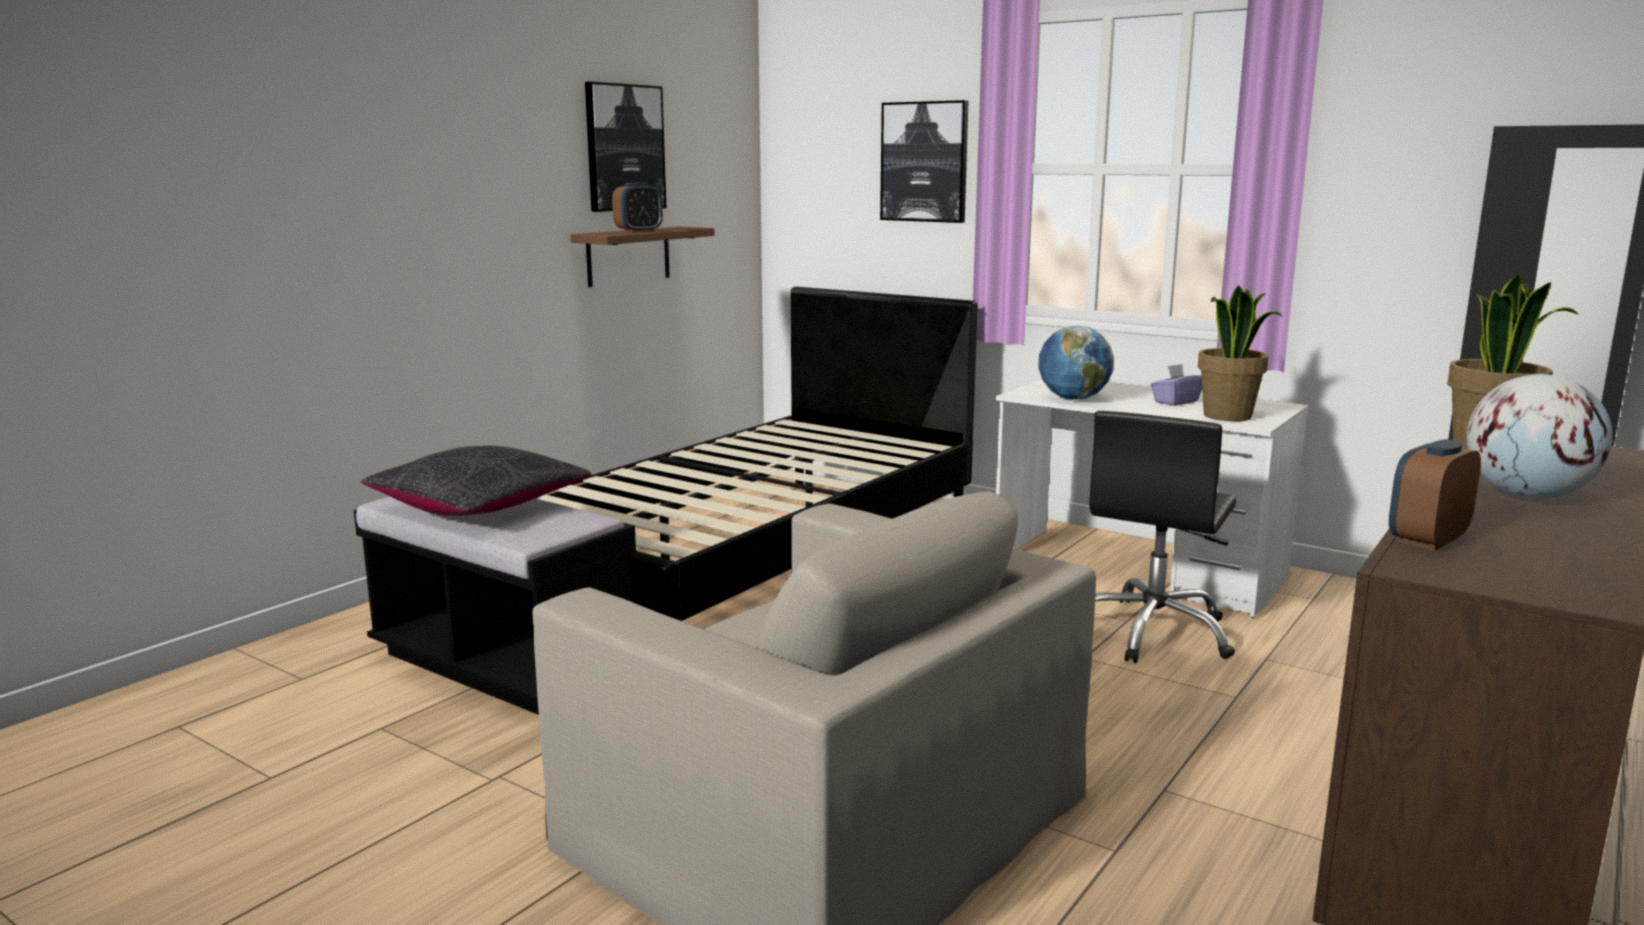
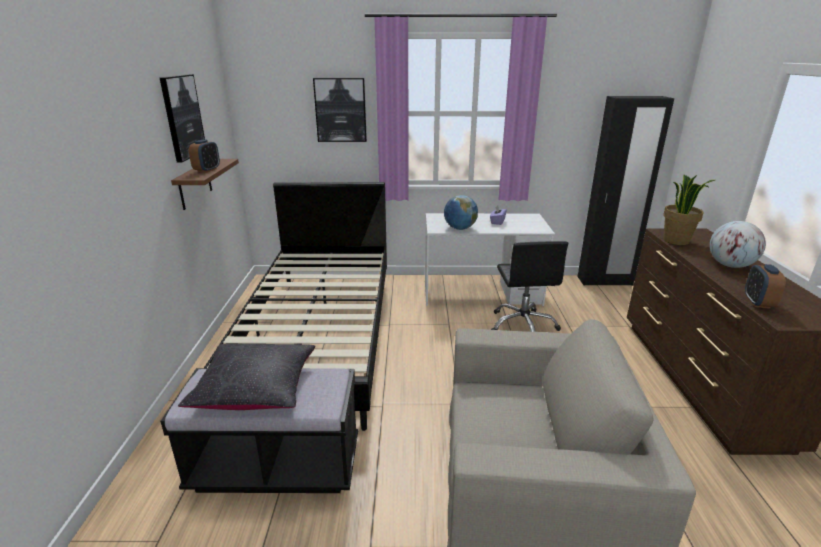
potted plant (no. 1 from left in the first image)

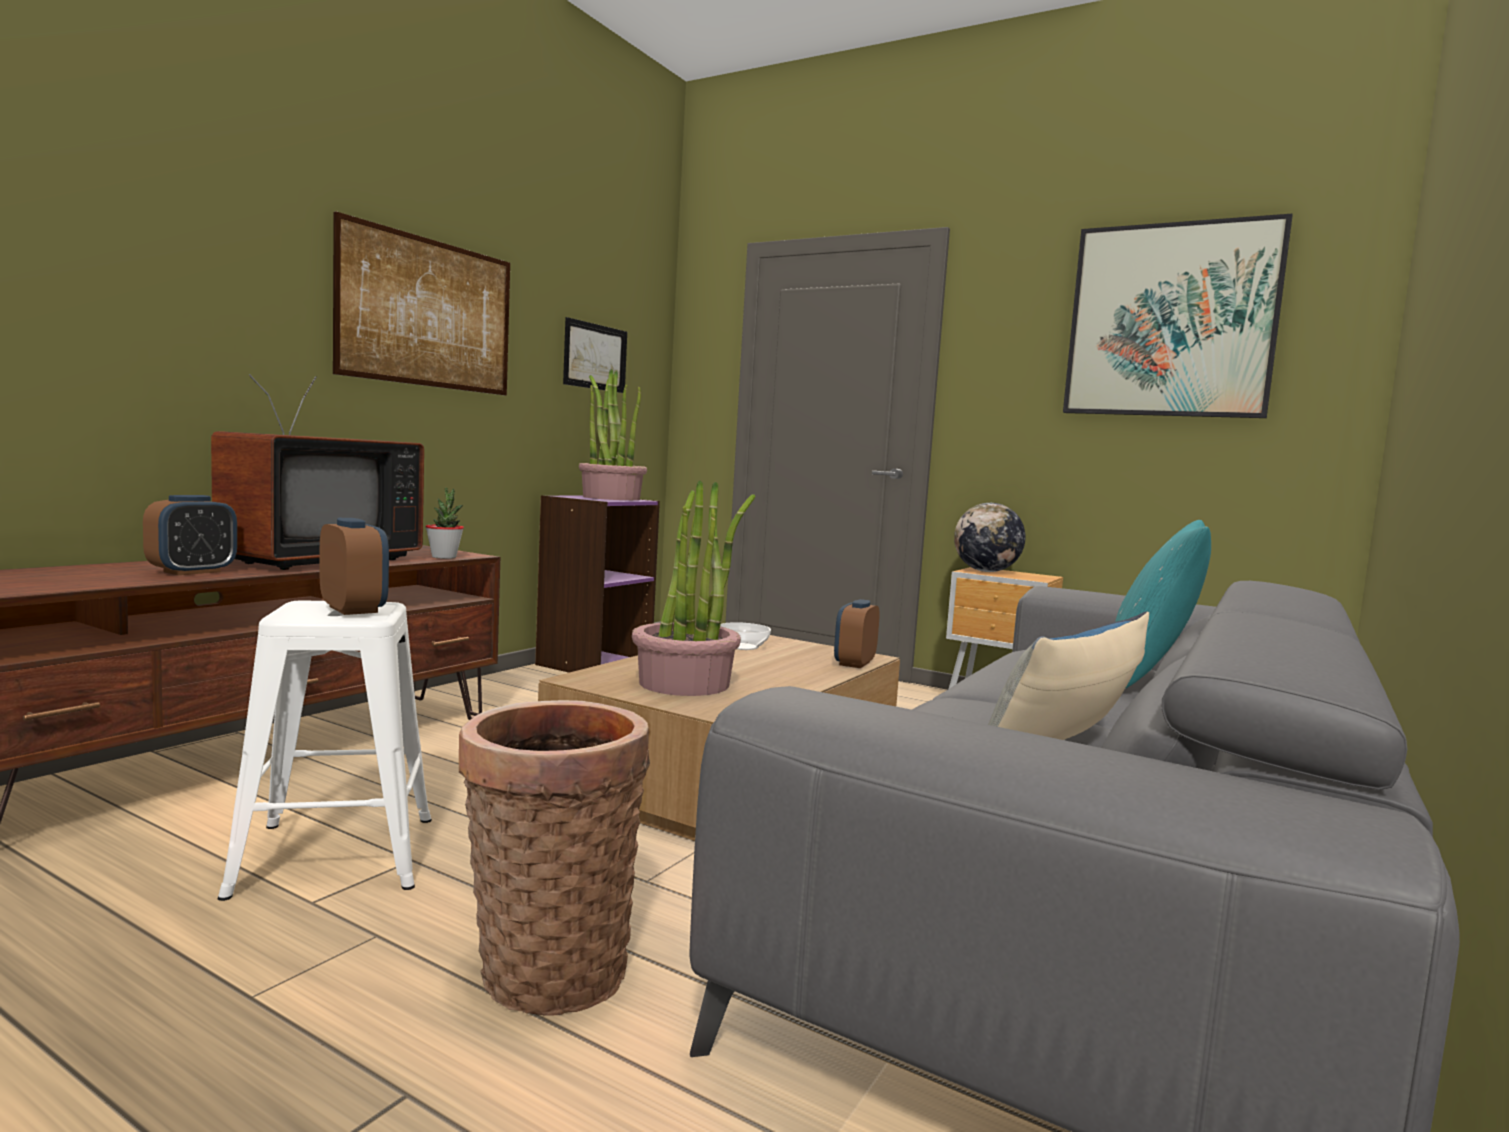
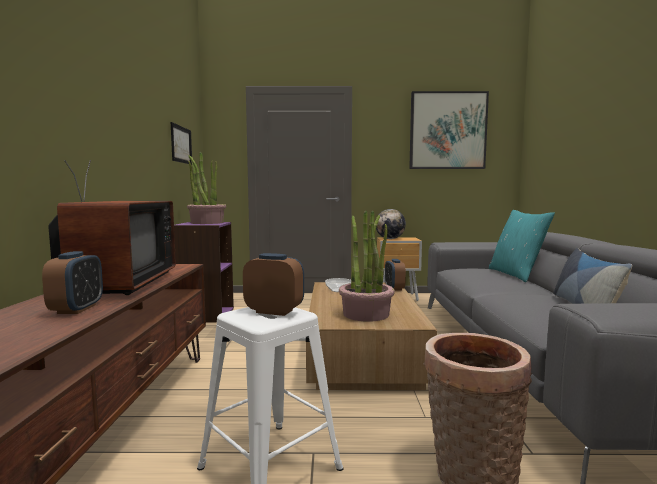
picture (no. 1 from left in the first image); potted plant (no. 1 from left in the first image)

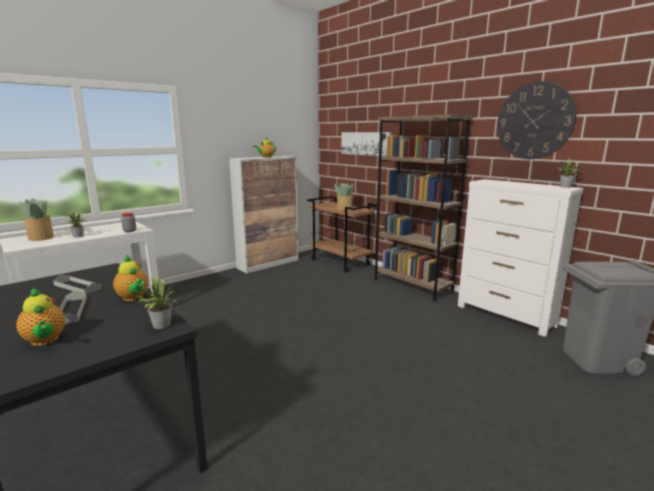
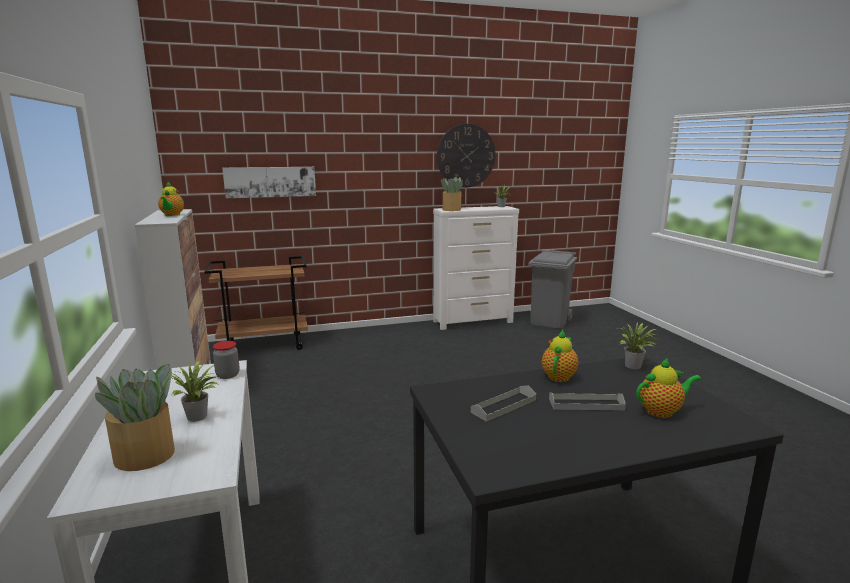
potted plant (no. 3 from left); teapot (no. 2 from left); brown shelving unit

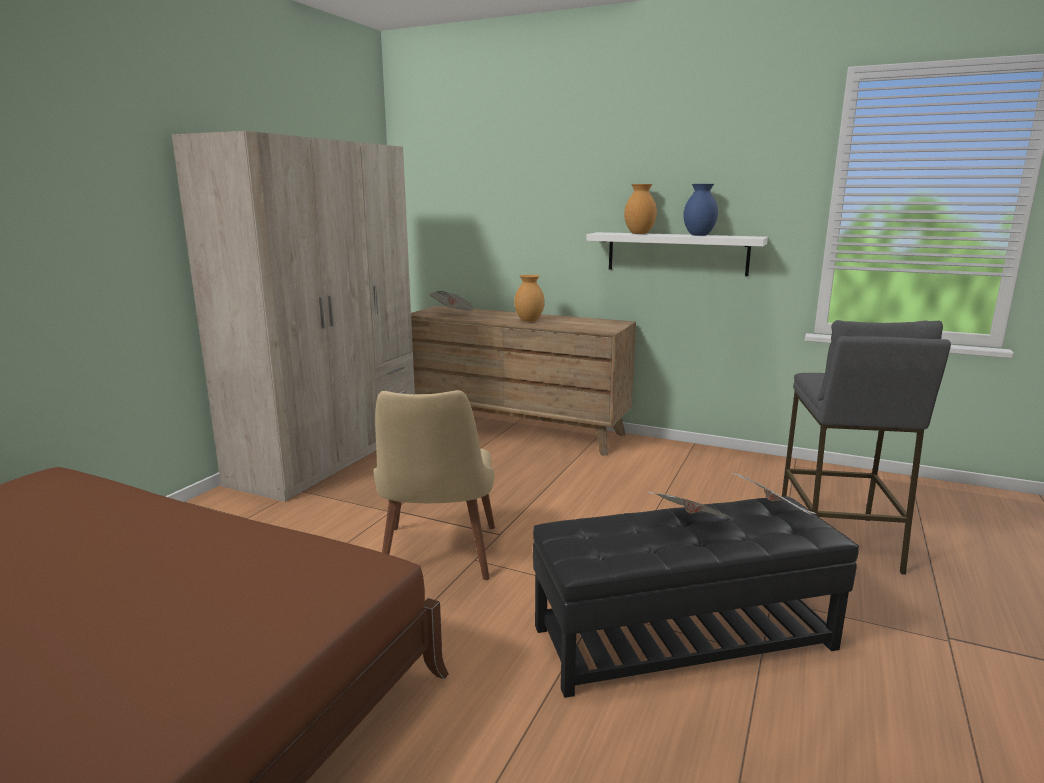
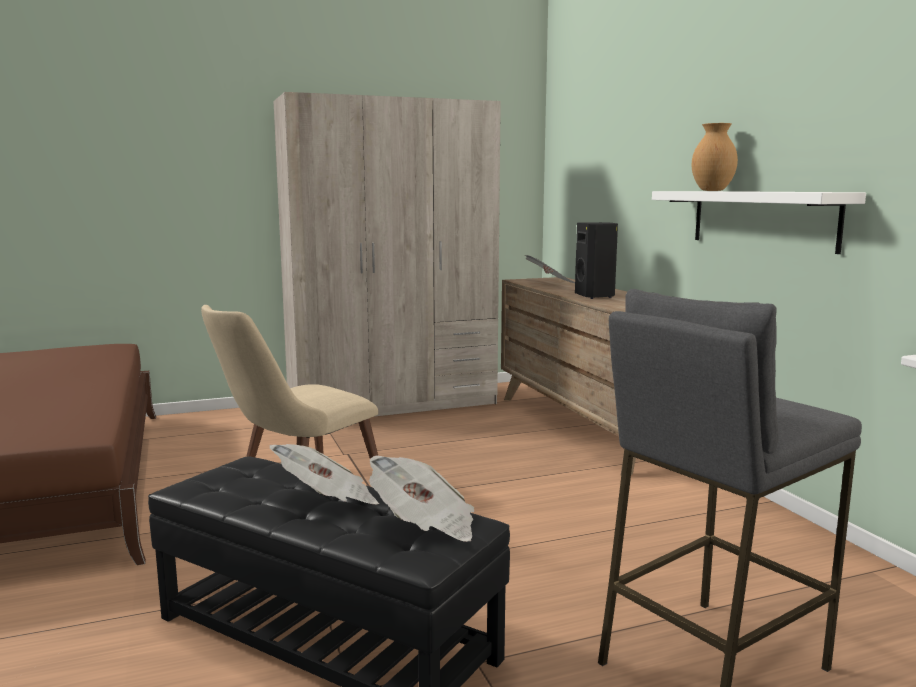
blackish audio speaker; bluish decorative vase

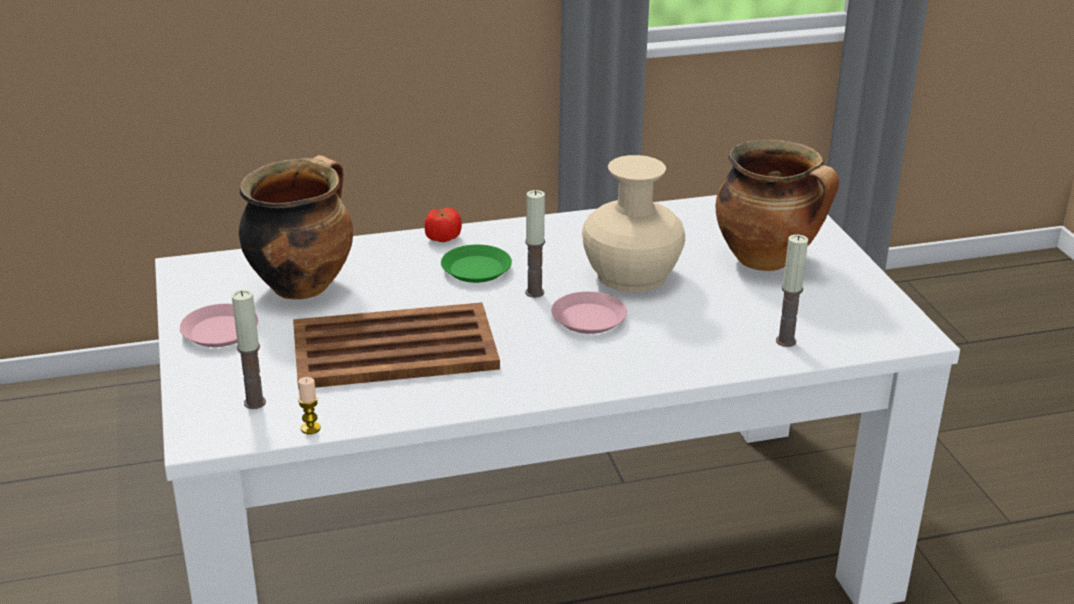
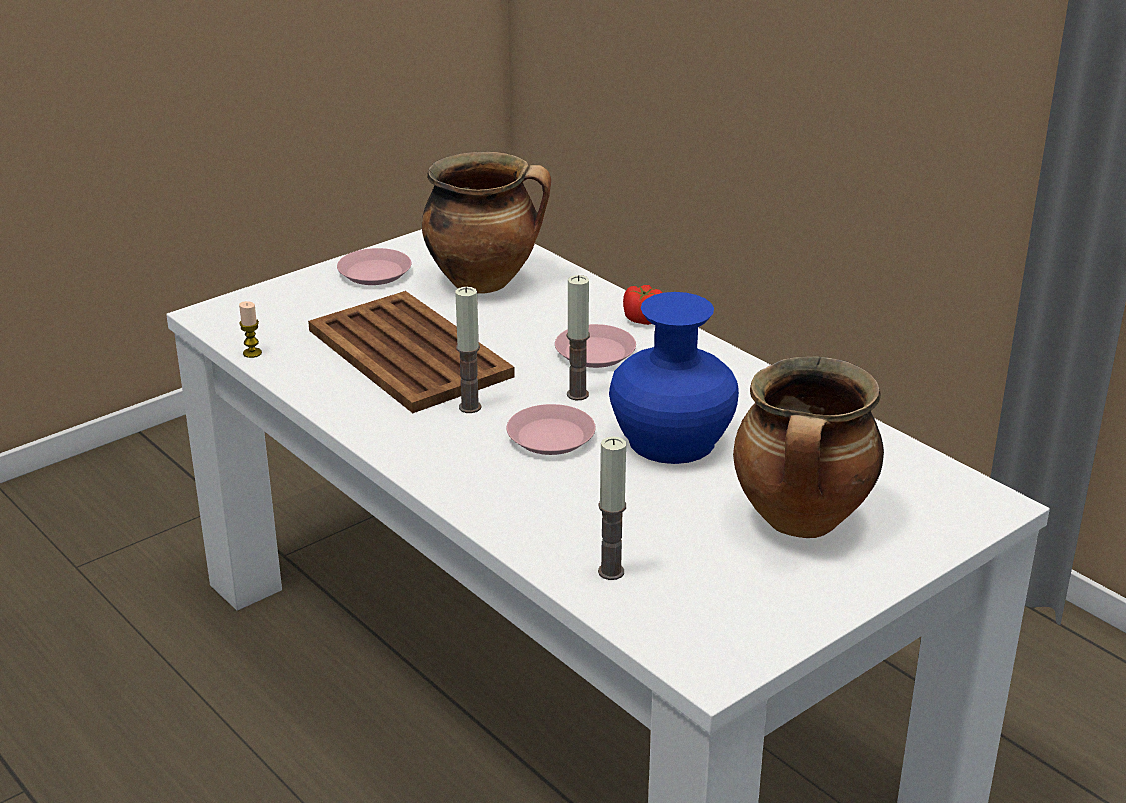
wax candle (no. 2 from left); pink-coloured dinner plate (no. 3 from left); bluish decorative vase

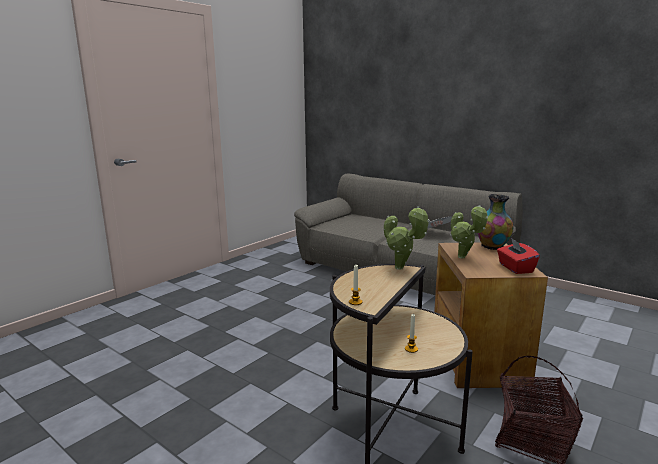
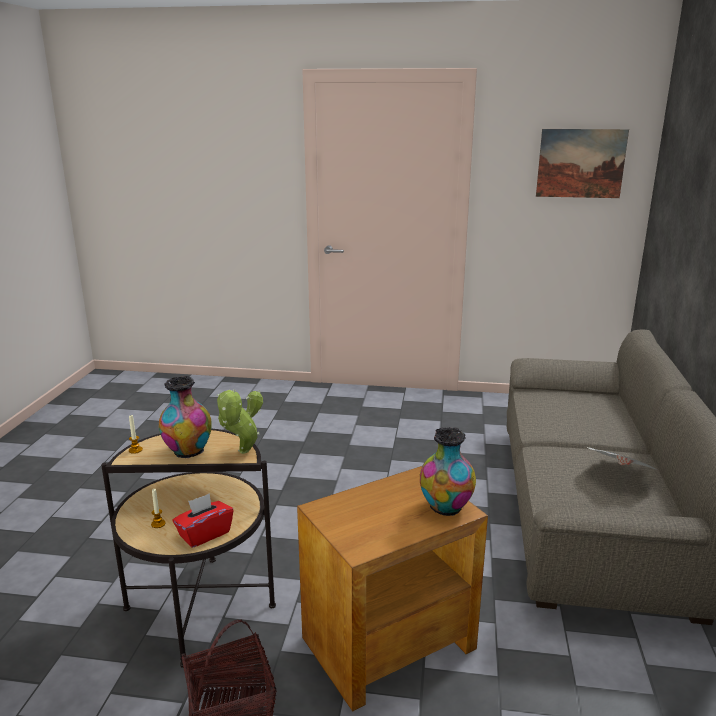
decorative vase (no. 1 from left); red tissue box; picture; potted plant (no. 2 from left in the first image)

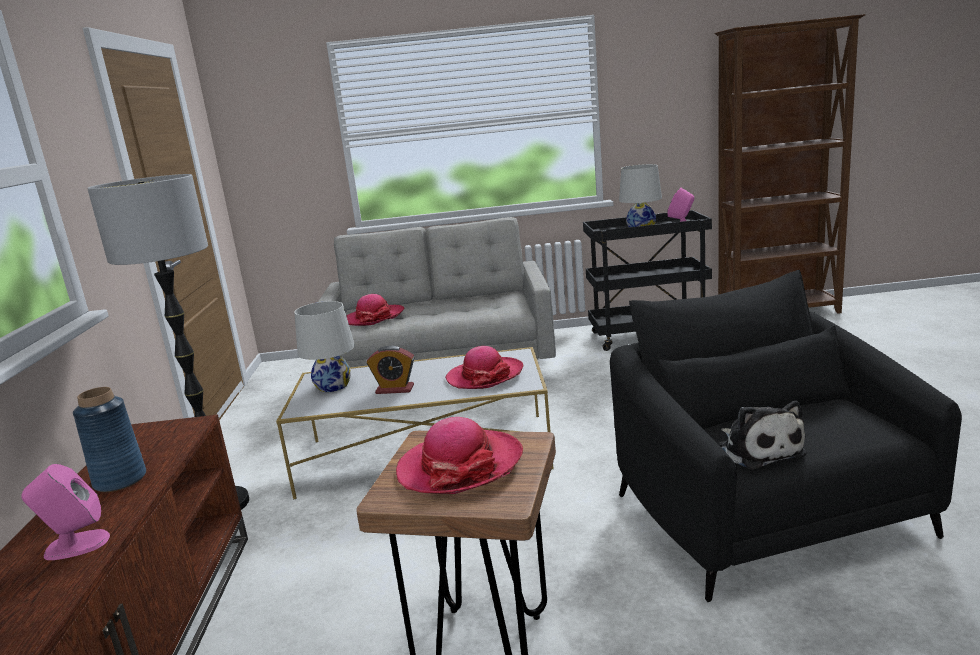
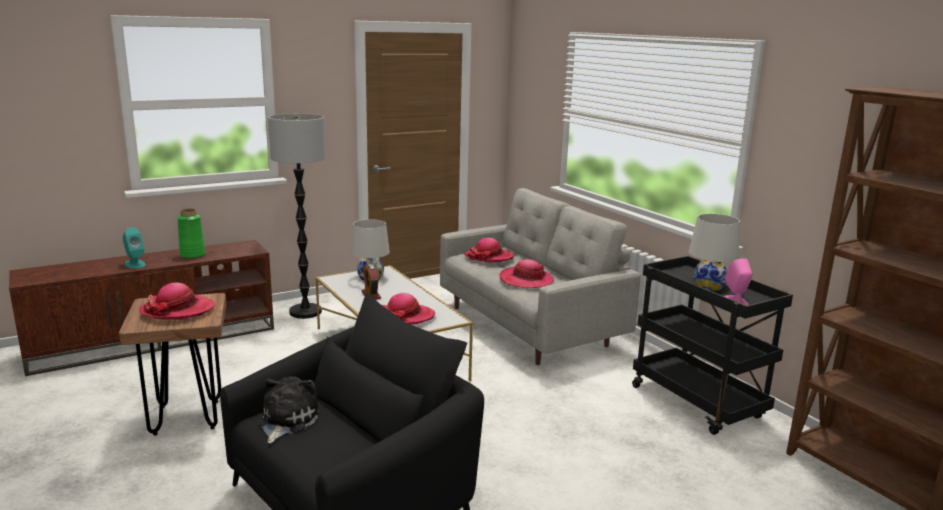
blue-green audio speaker; green-coloured decorative vase; soft toy; hat (no. 4 from left)

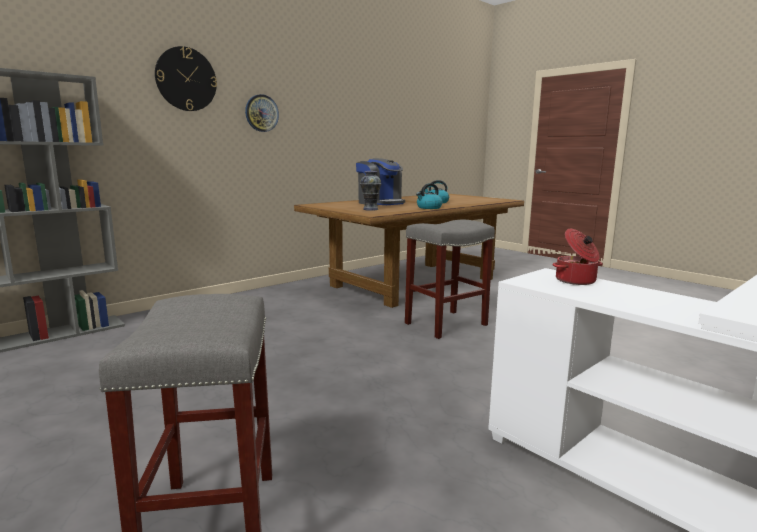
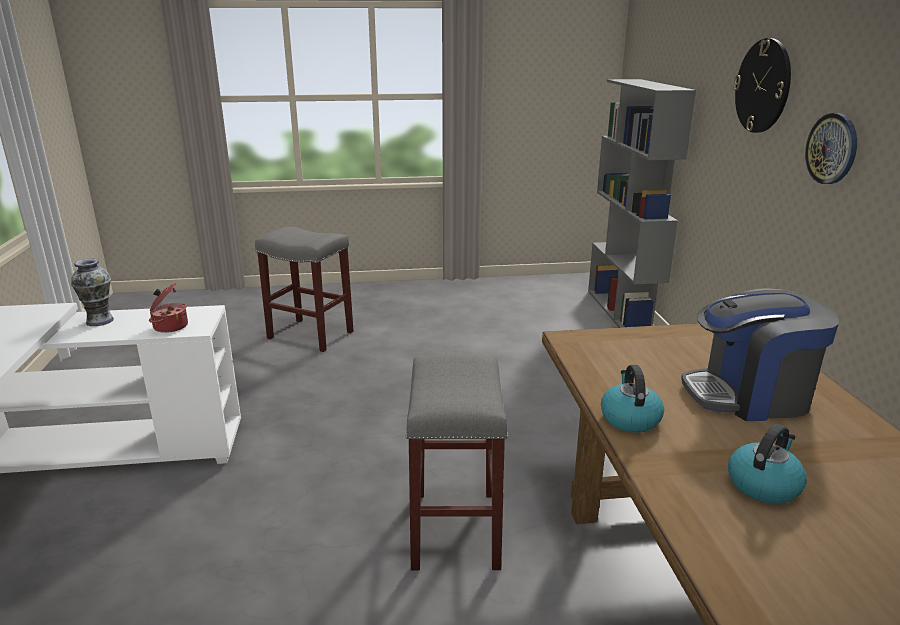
decorative vase

